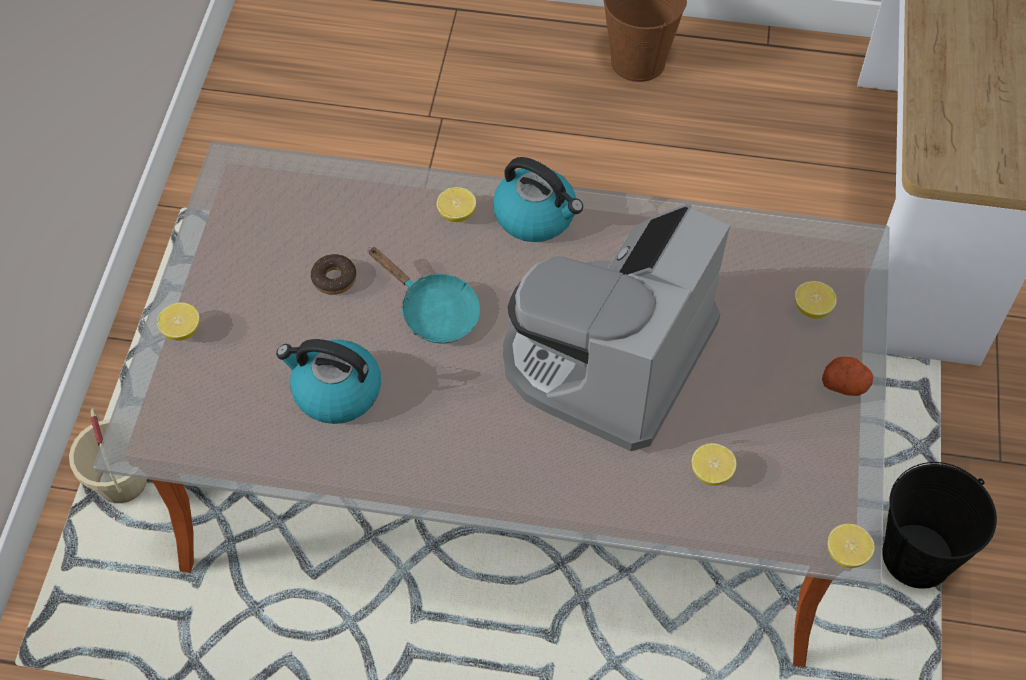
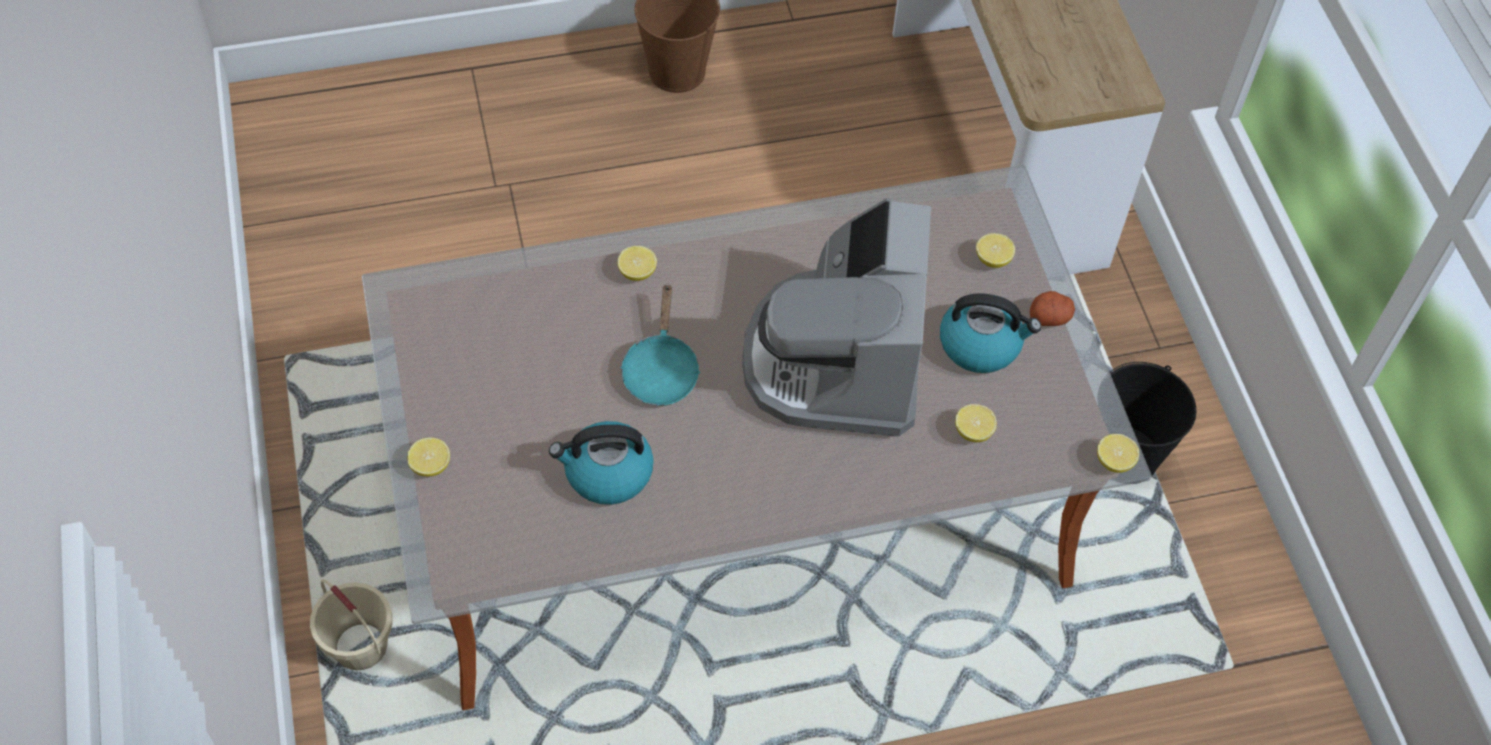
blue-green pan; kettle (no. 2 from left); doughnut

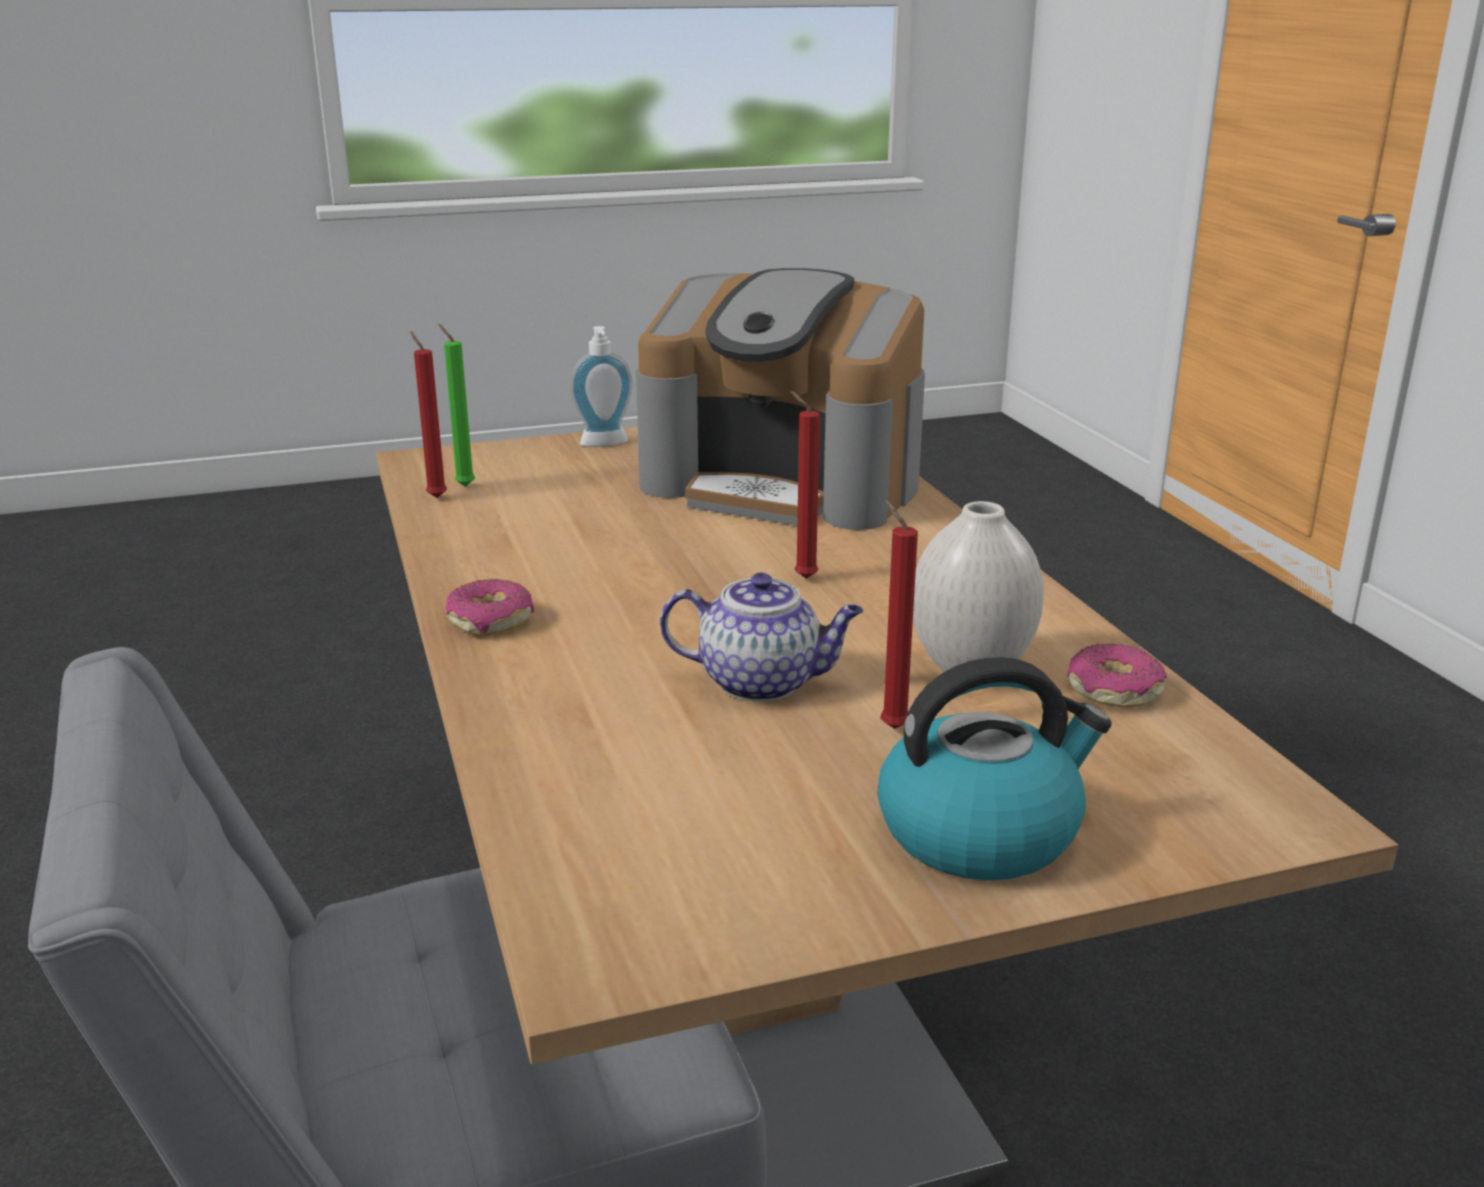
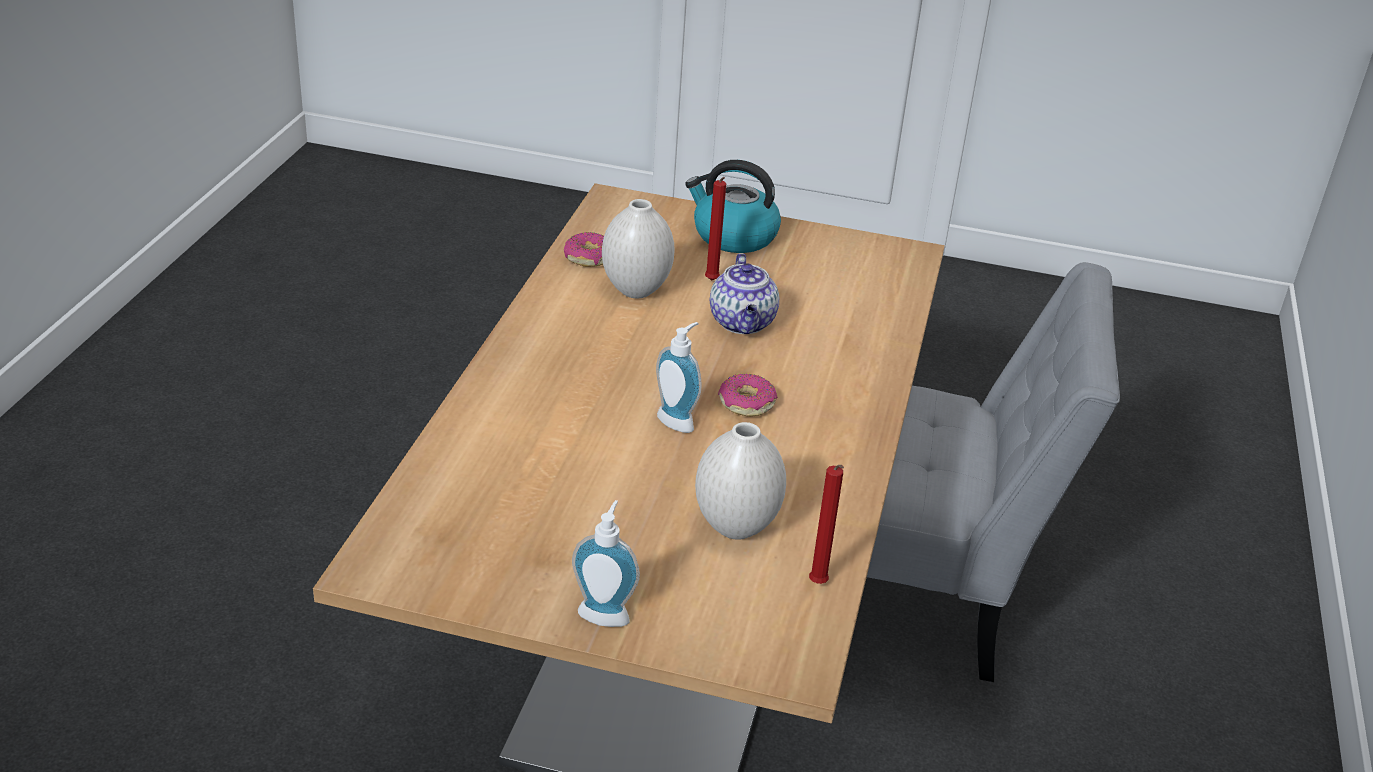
liquid soap bottle (no. 2 from left); white-coloured decorative vase (no. 2 from left); teapot; doughnut (no. 2 from left); green-coloured wax candle; coffee brewer; red wax candle (no. 2 from left in the first image)

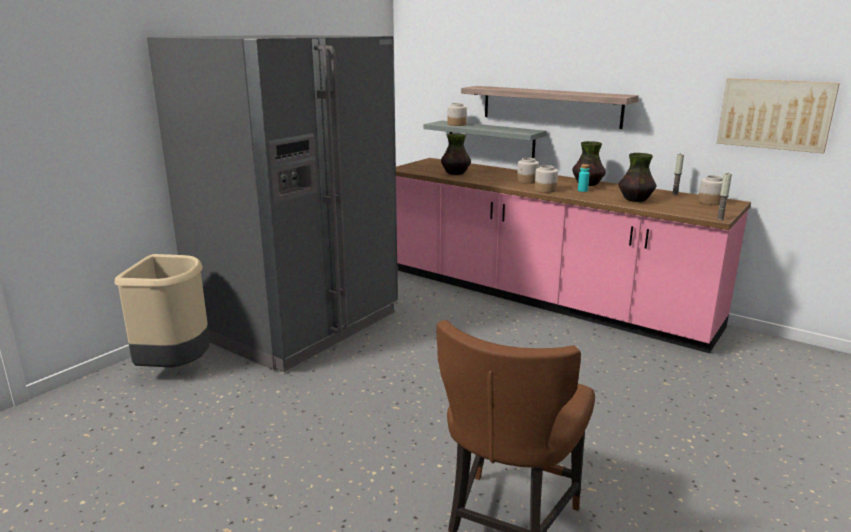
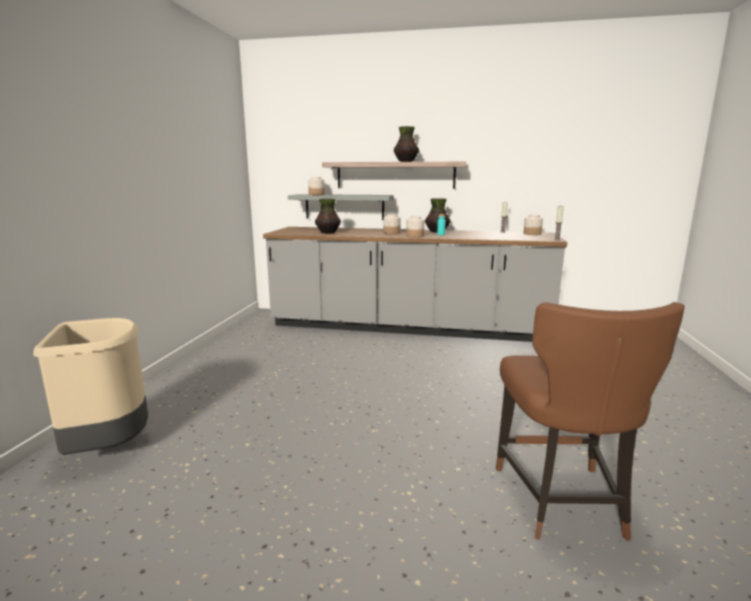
grey counter; decorative vase (no. 2 from left); grey refrigerator; picture

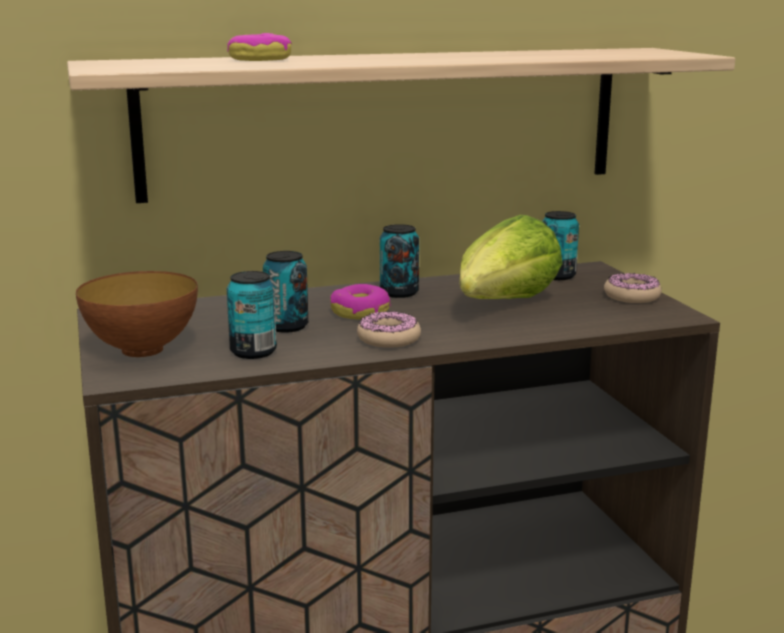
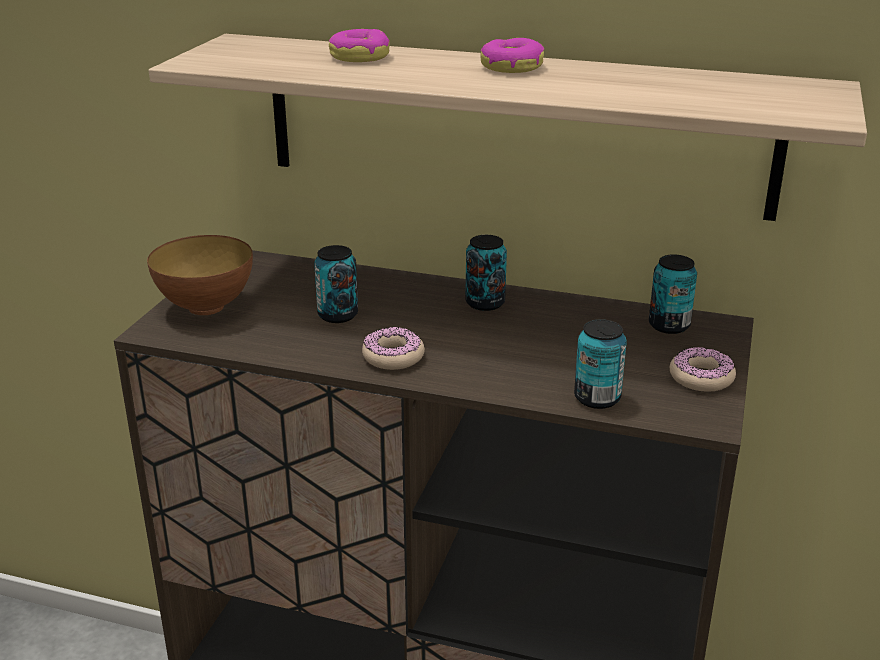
doughnut (no. 3 from left); metal can (no. 3 from left); head of lettuce

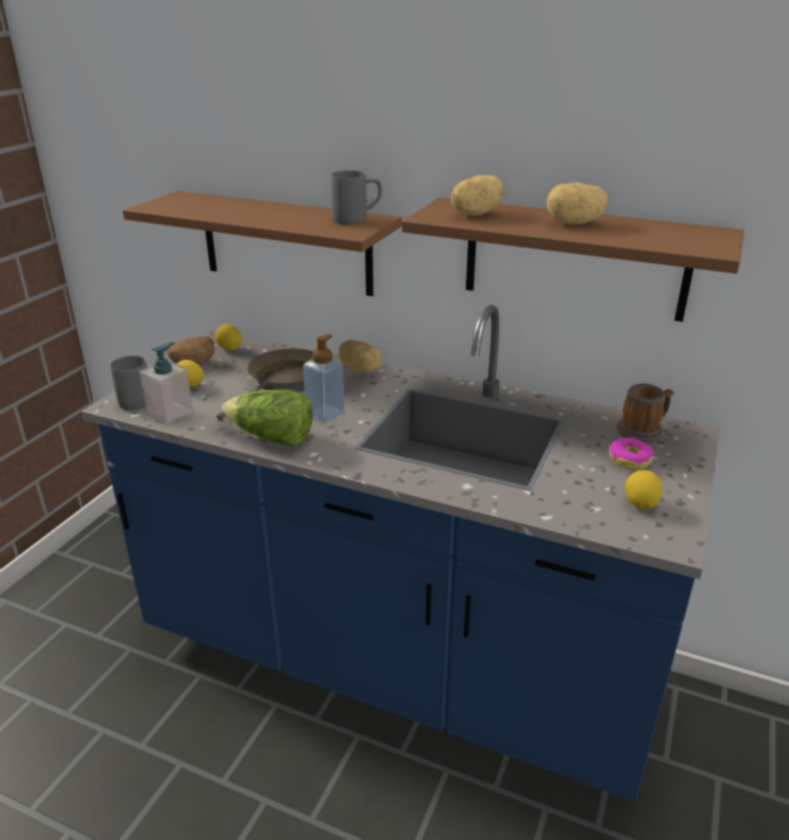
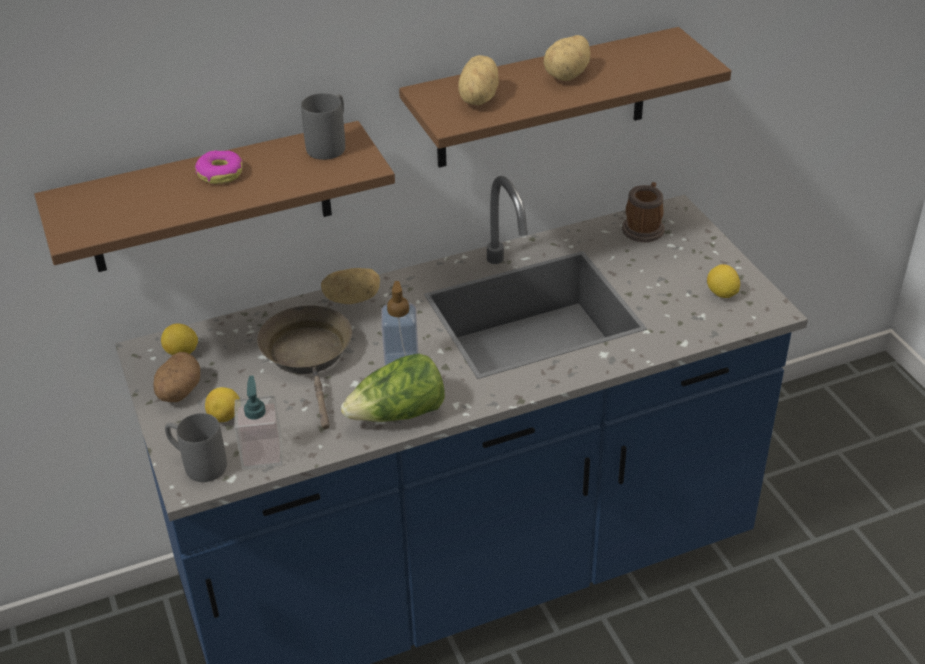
doughnut

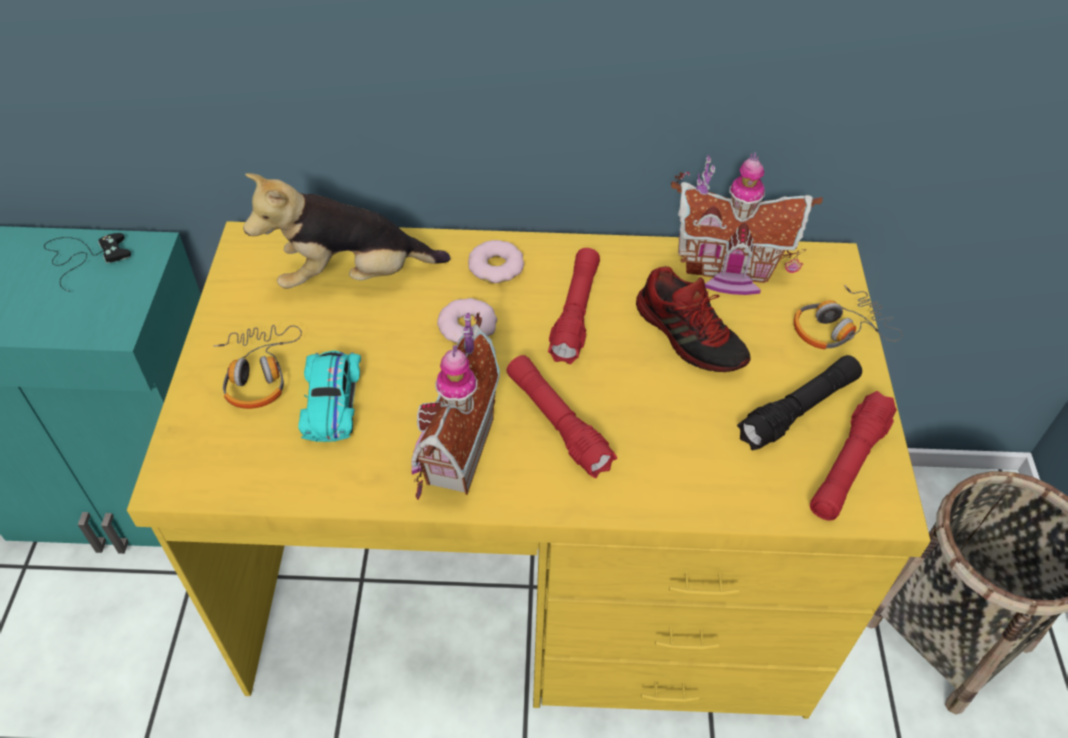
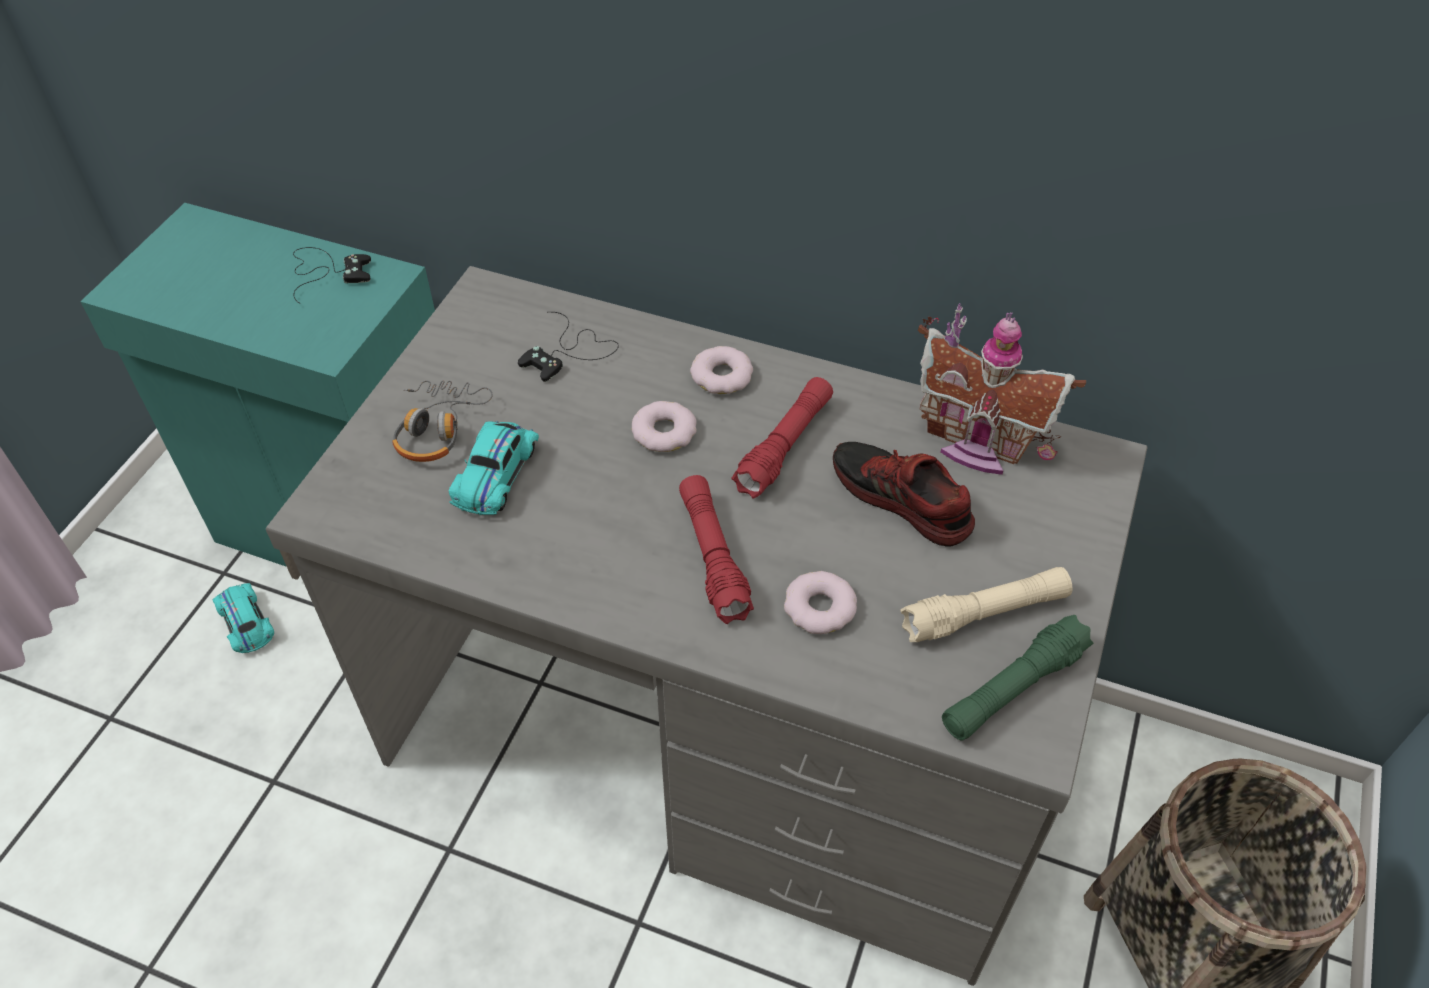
blue-green toy car (no. 1 from left); grey desk table; blackish game controller (no. 2 from left); doughnut (no. 3 from left); low shoe; beige-coloured flashlight; green-coloured flashlight; miniature house (no. 1 from left in the first image); headset (no. 2 from left in the first image)

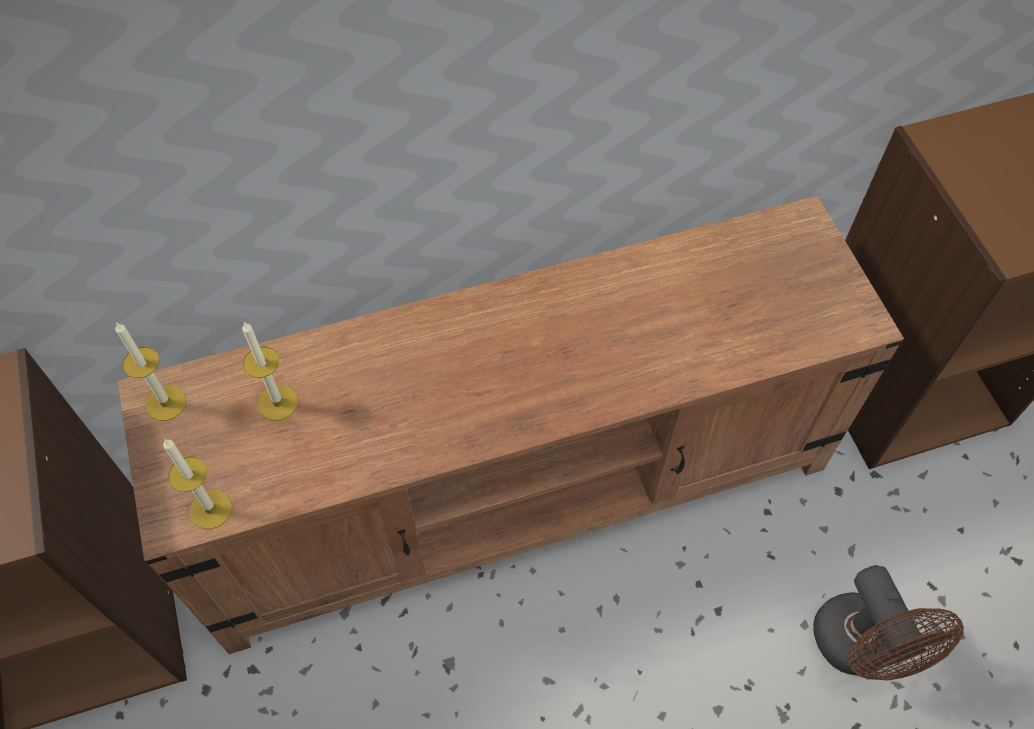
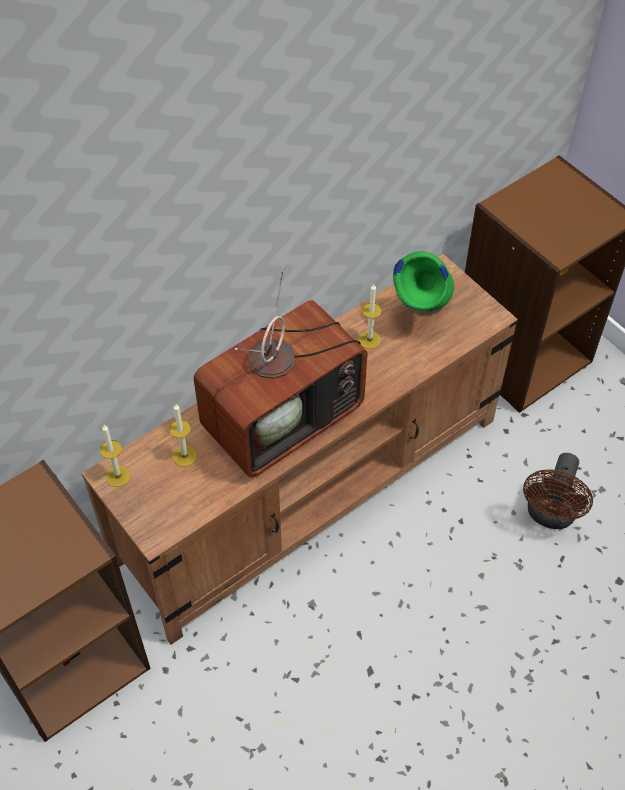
TV; wax candle (no. 3 from left); green-coloured decorative vase; brown cooling fan

